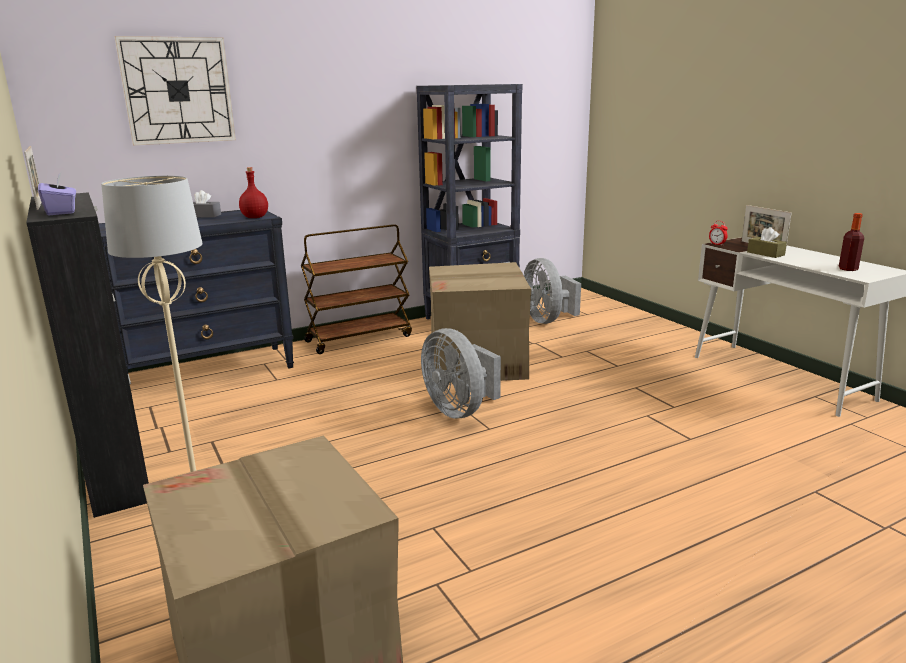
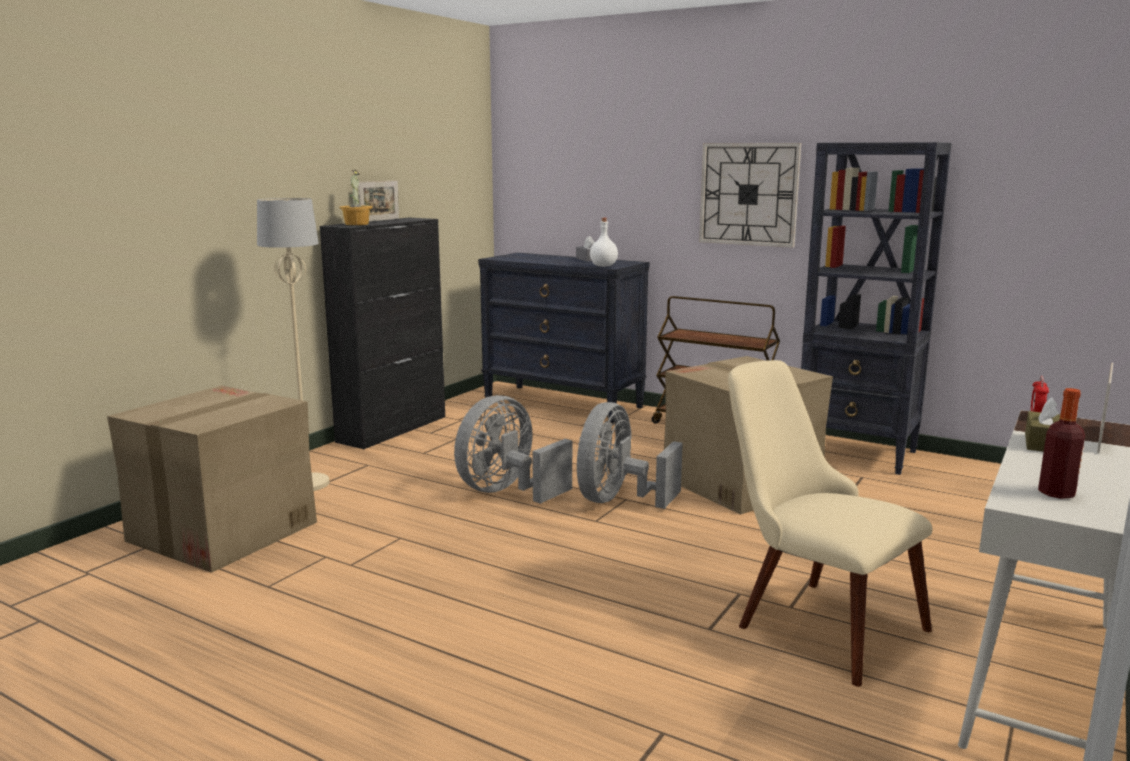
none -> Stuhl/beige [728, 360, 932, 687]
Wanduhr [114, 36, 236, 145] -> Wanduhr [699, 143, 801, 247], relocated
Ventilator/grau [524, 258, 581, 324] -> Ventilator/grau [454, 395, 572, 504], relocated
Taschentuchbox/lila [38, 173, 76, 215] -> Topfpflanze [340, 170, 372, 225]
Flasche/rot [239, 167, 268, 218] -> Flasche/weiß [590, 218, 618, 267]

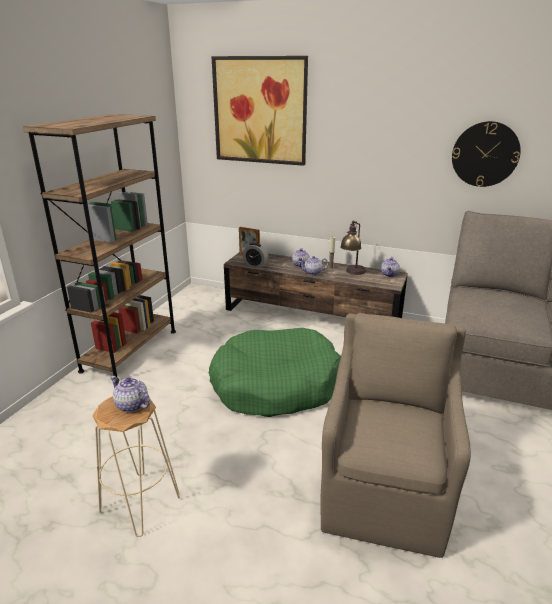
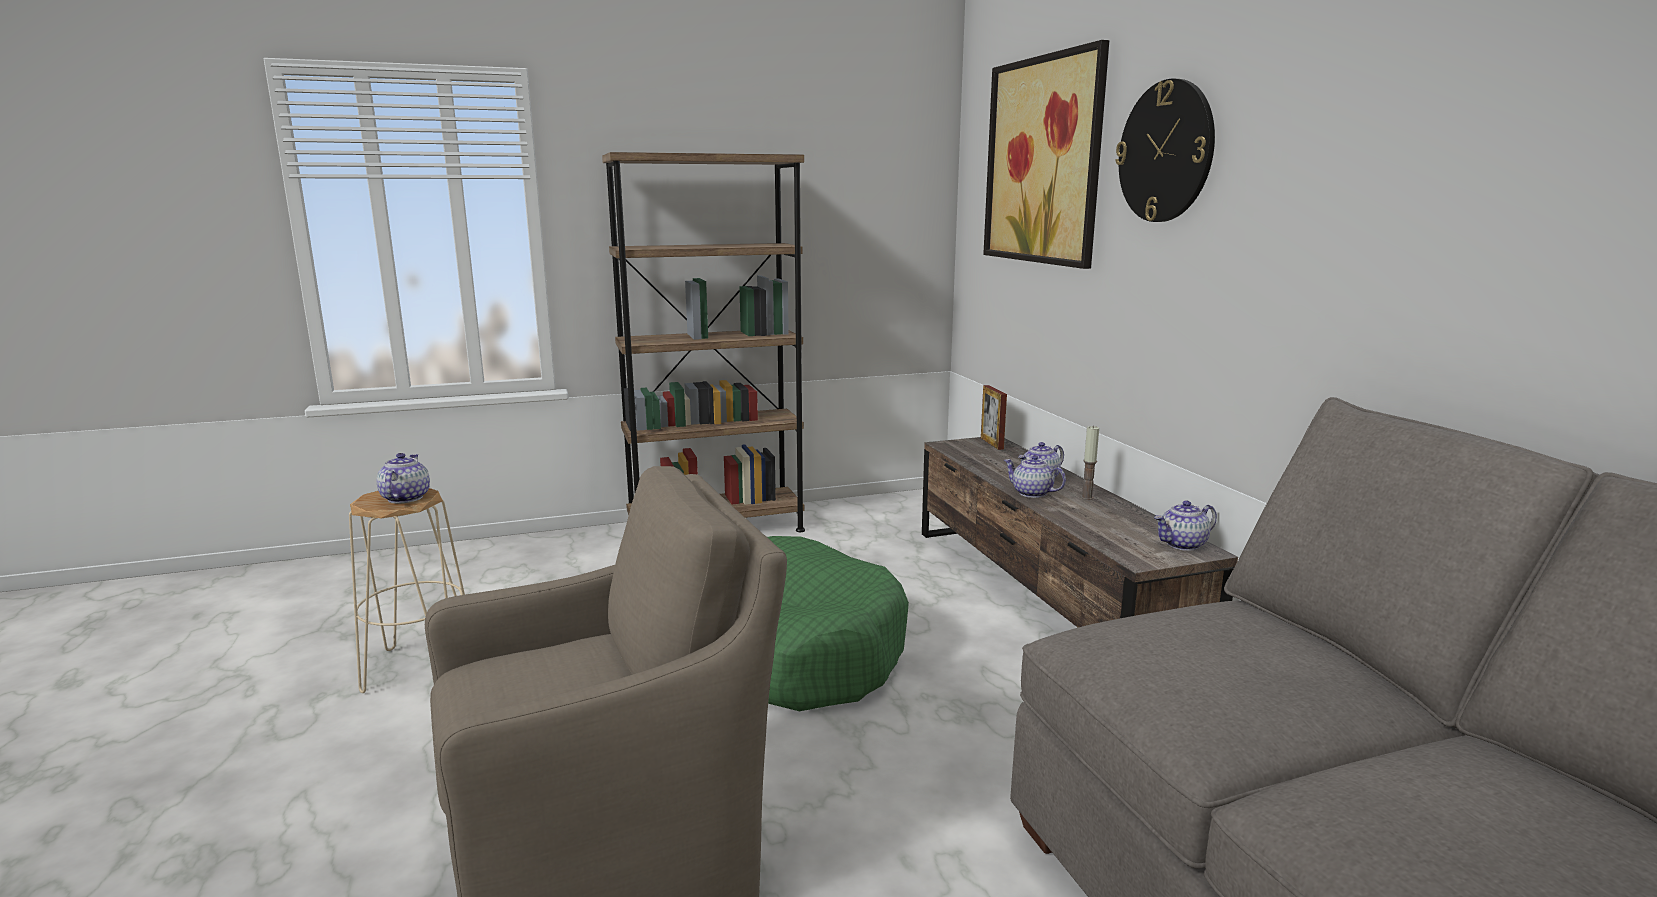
Wecker [243, 243, 268, 268] -> none
Tischlampe [340, 220, 366, 275] -> none
Wanduhr [452, 121, 521, 187] -> Wanduhr [1115, 79, 1215, 222], relocated

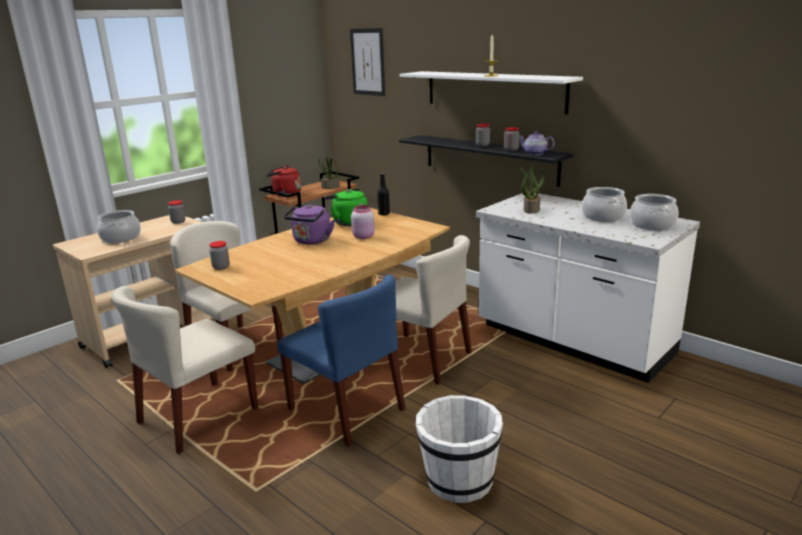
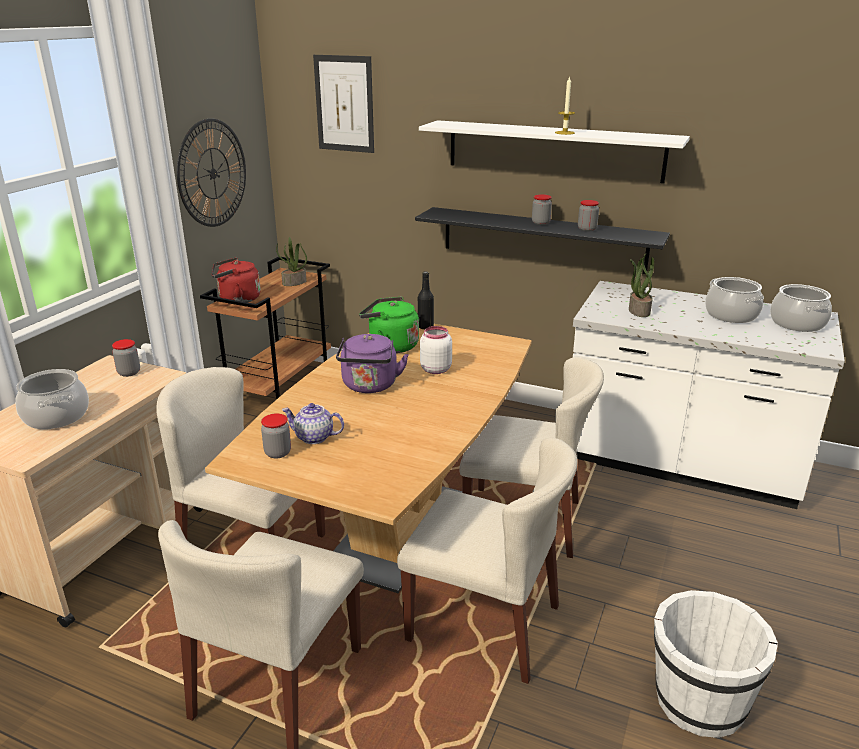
none -> Wanduhr [177, 118, 246, 227]
Teekanne [518, 131, 555, 155] -> Teekanne [282, 403, 344, 444], relocated
Stuhl/blau [277, 274, 405, 447] -> Stuhl/beige [397, 438, 577, 684]
Vorratsglas/rosa [351, 205, 375, 239] -> Vorratsglas/weiß [420, 326, 452, 374]

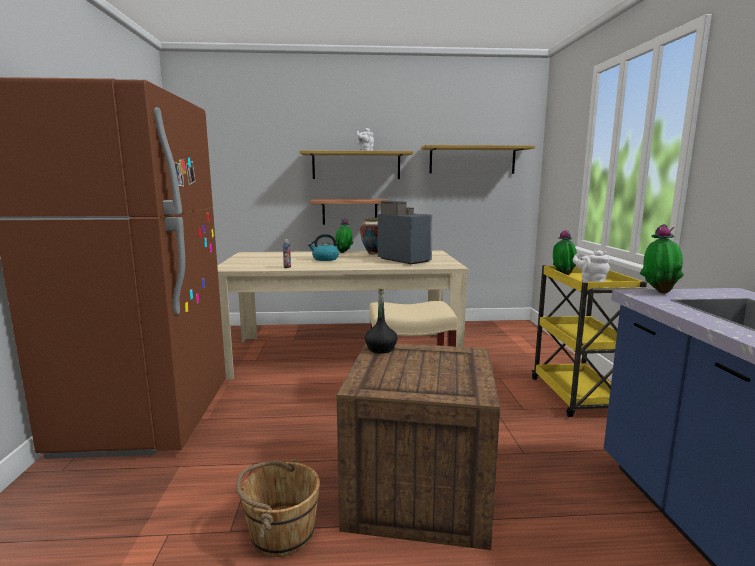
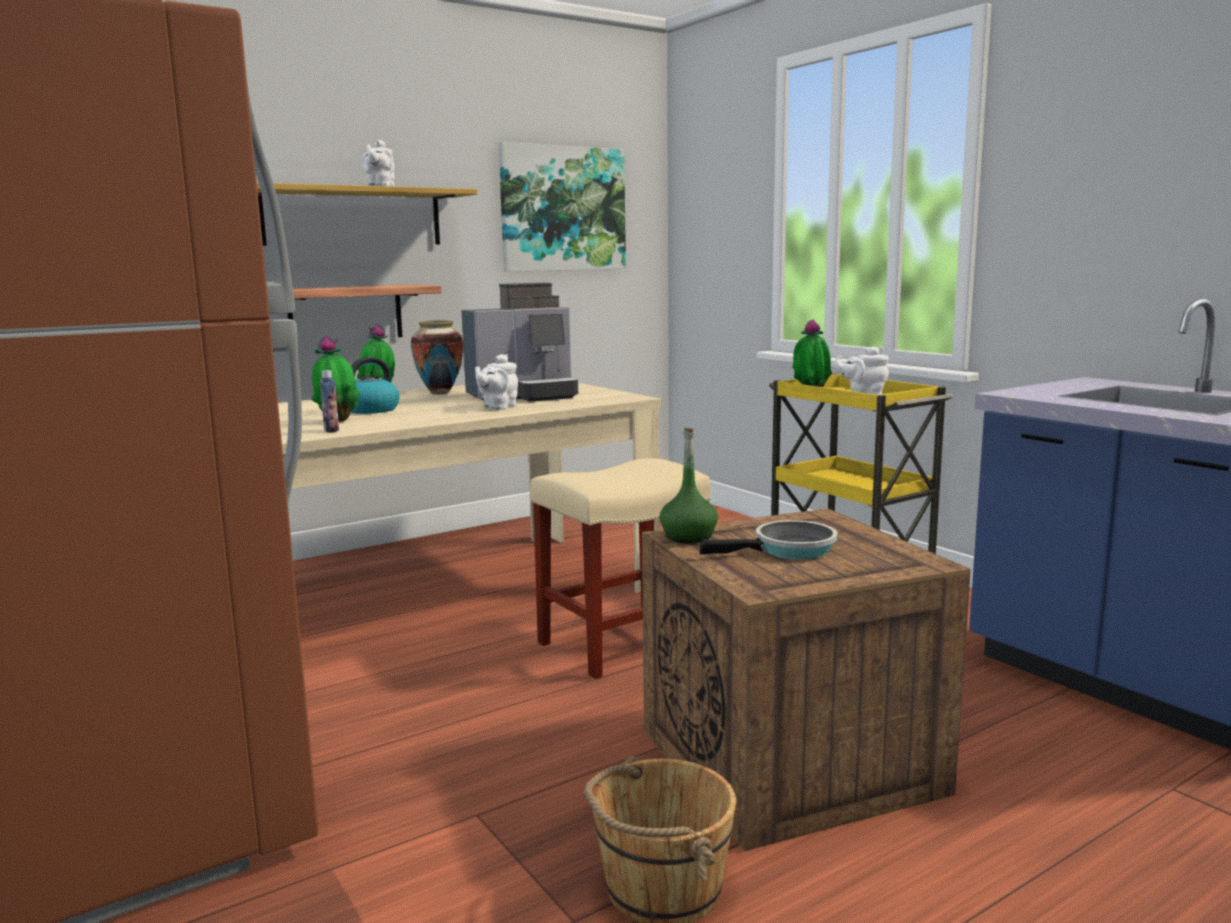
none -> Teekanne/weiß [475, 354, 518, 410]
none -> Pfanne [700, 520, 838, 559]
Topfpflanze [640, 224, 684, 294] -> Topfpflanze [311, 336, 360, 422], relocated
Wandregal [420, 145, 535, 174] -> Bild [499, 142, 626, 272]
Flasche/schwarz [365, 288, 398, 354] -> Flasche/grün [659, 428, 718, 543]
Kaffeemaschine [378, 201, 433, 264] -> Kaffeemaschine [462, 283, 578, 402], 135 degrees clockwise

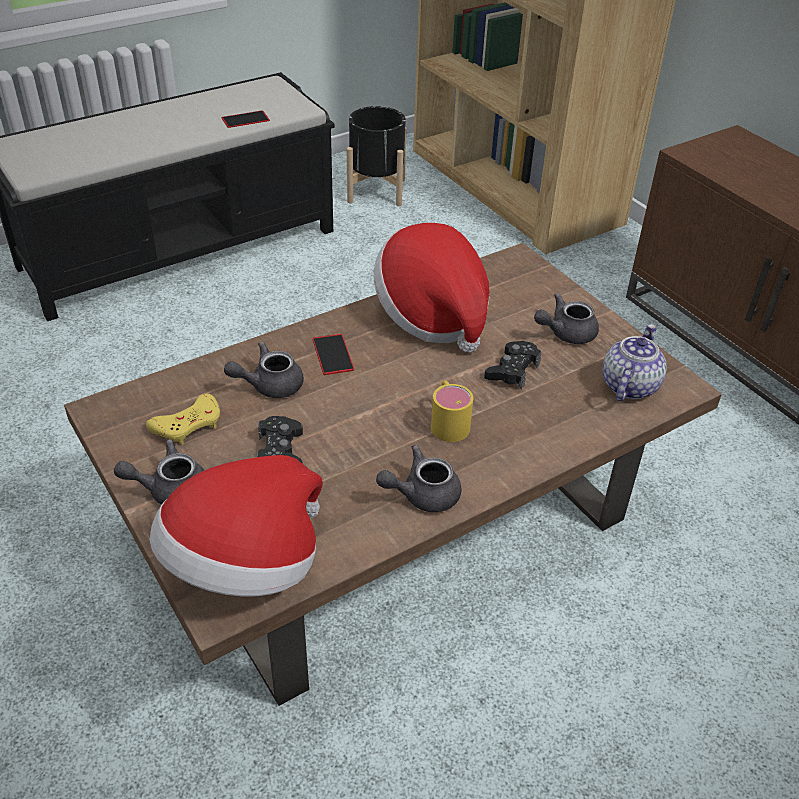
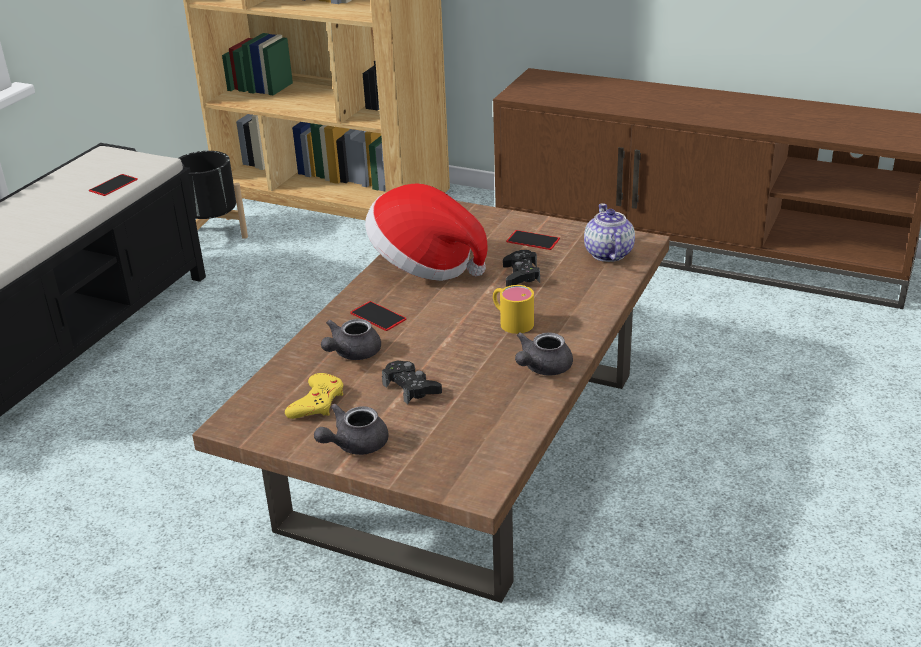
Hut [150, 455, 323, 597] -> none
Teekanne/grau [534, 293, 599, 344] -> Handy [506, 230, 560, 250]

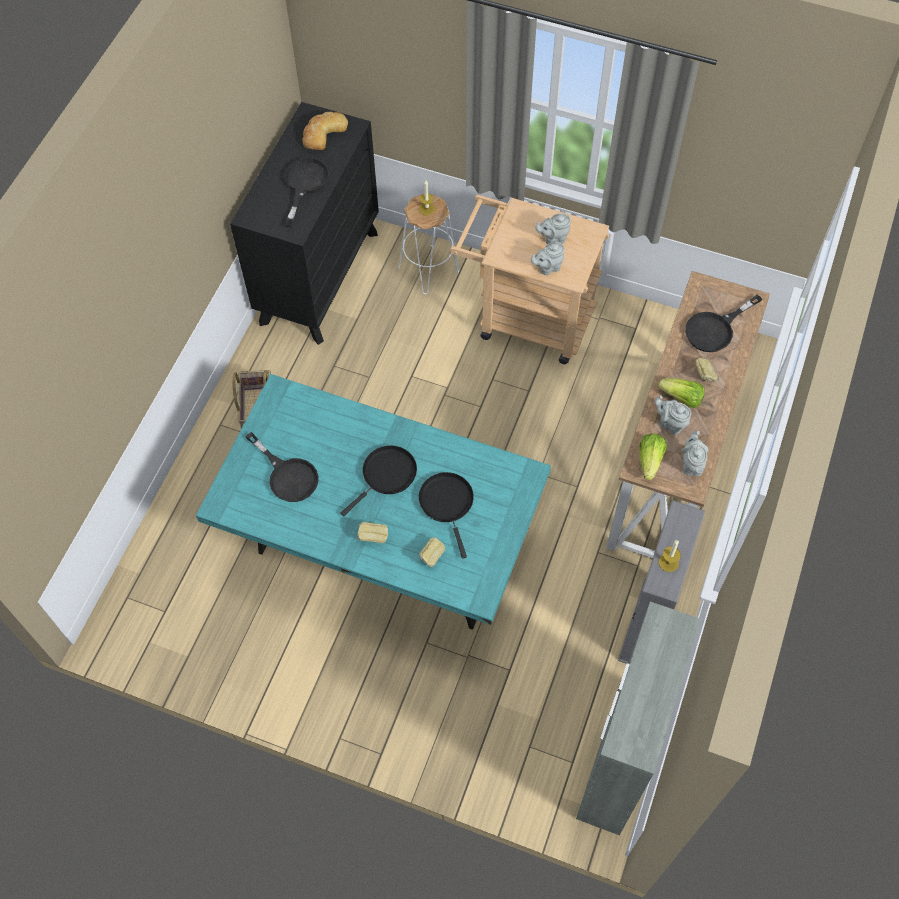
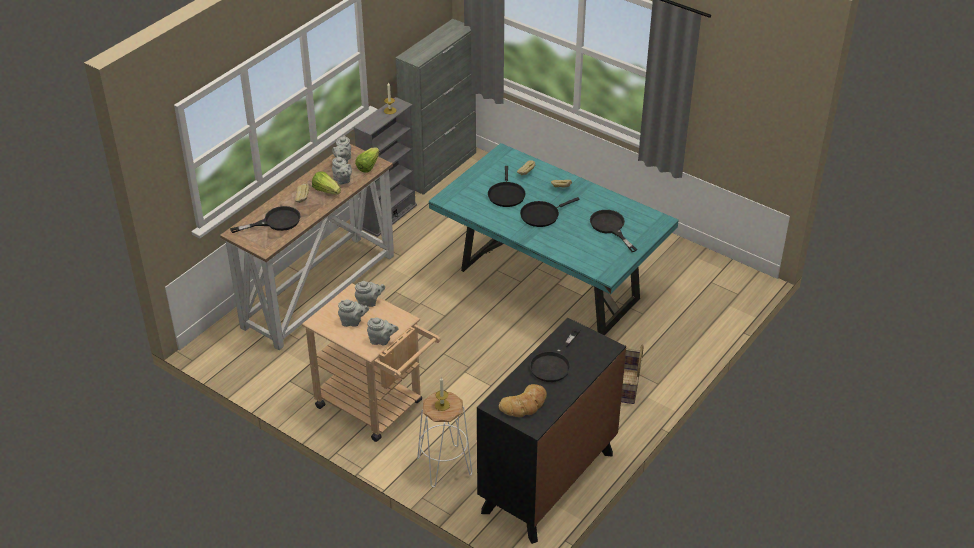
none -> Teekanne/grau [367, 317, 399, 345]

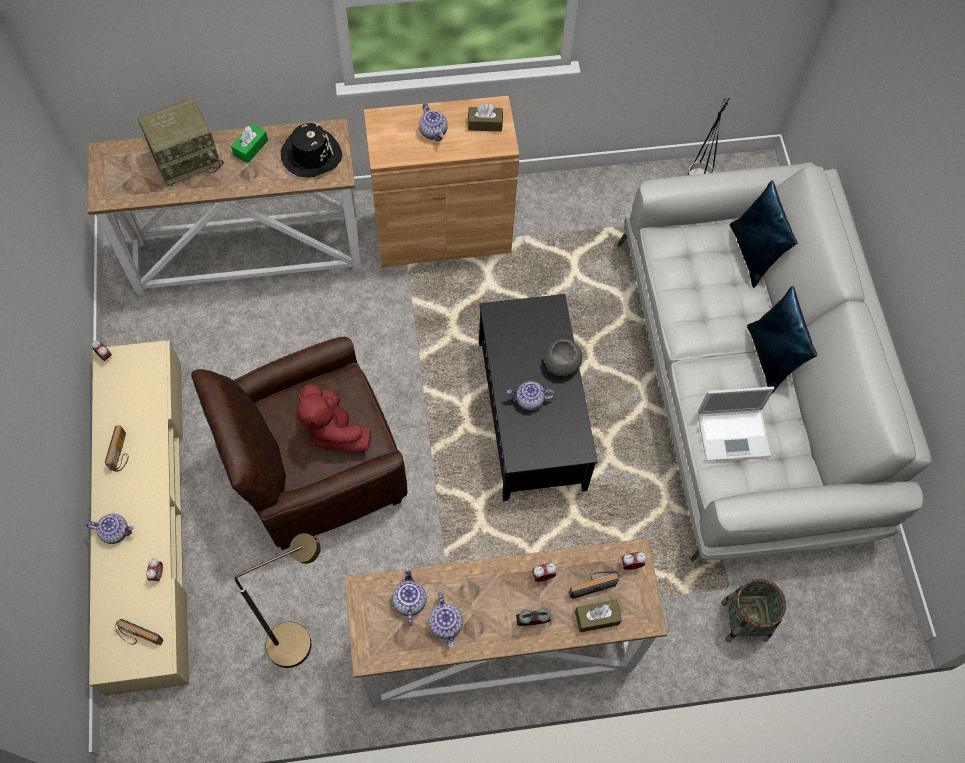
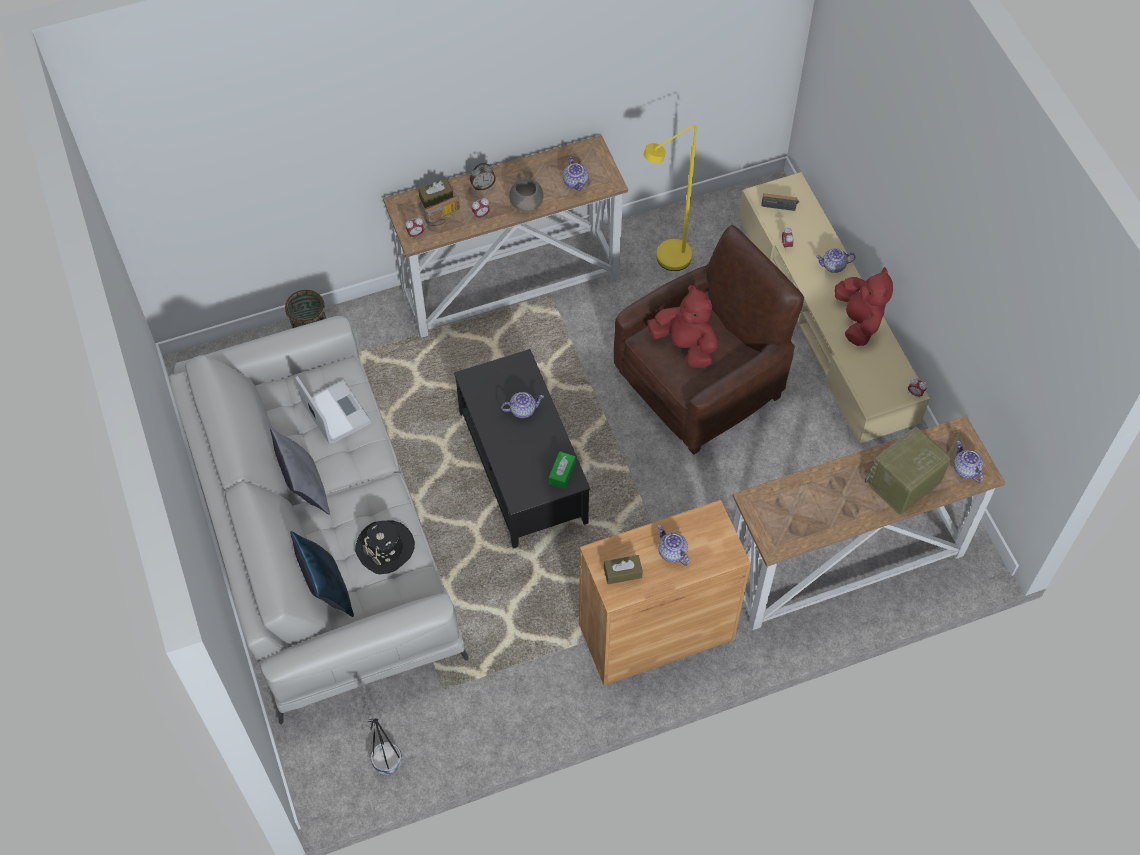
Taschentuchbox/grün [231, 124, 268, 163] -> Taschentuchbox/grün [549, 452, 575, 489], relocated
Hut/schwarz [281, 123, 342, 178] -> Hut/schwarz [355, 520, 415, 574], relocated
Teekanne [428, 592, 463, 647] -> Teekanne [954, 441, 983, 483], relocated
Schüssel/grau [545, 339, 582, 376] -> Schüssel/grau [509, 178, 543, 212], relocated
Radio [105, 425, 129, 472] -> Plüschtier/rot [834, 267, 893, 346]
Stehlampe/braun [234, 533, 321, 668] -> Stehlampe/gelb [644, 125, 696, 271]
Kissen/blau [747, 286, 817, 395] -> Kissen/grau [270, 428, 330, 515]
Laptop [698, 386, 775, 461] -> Laptop [295, 376, 372, 444], 75 degrees clockwise

